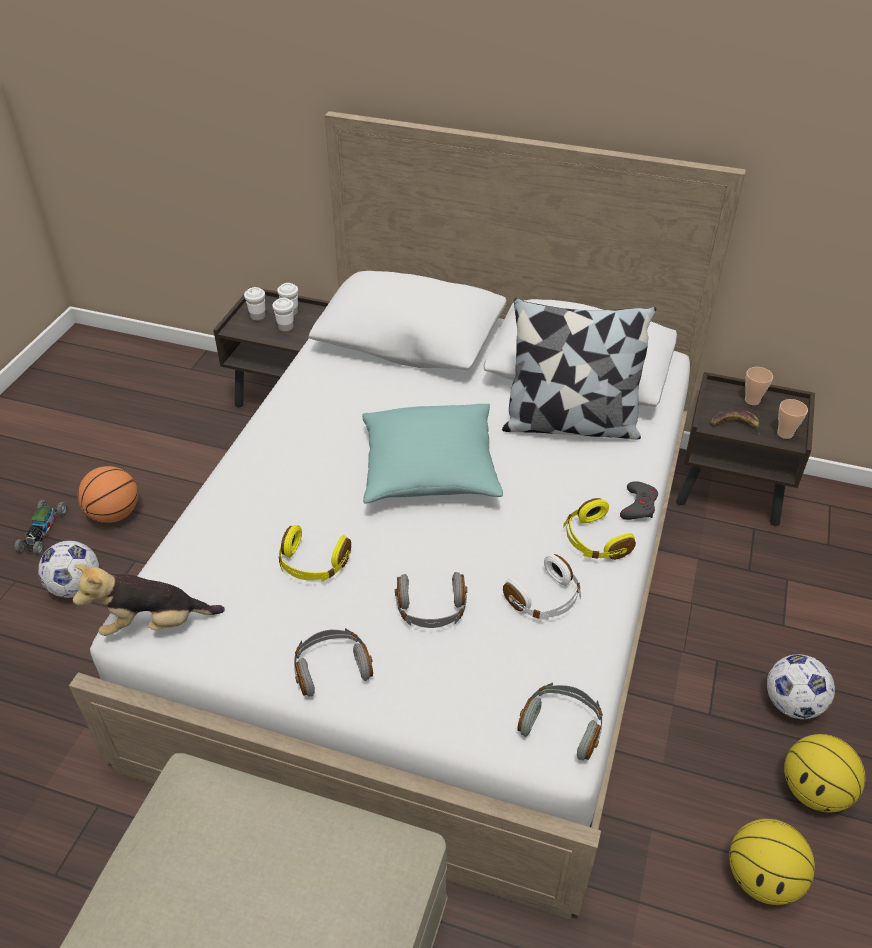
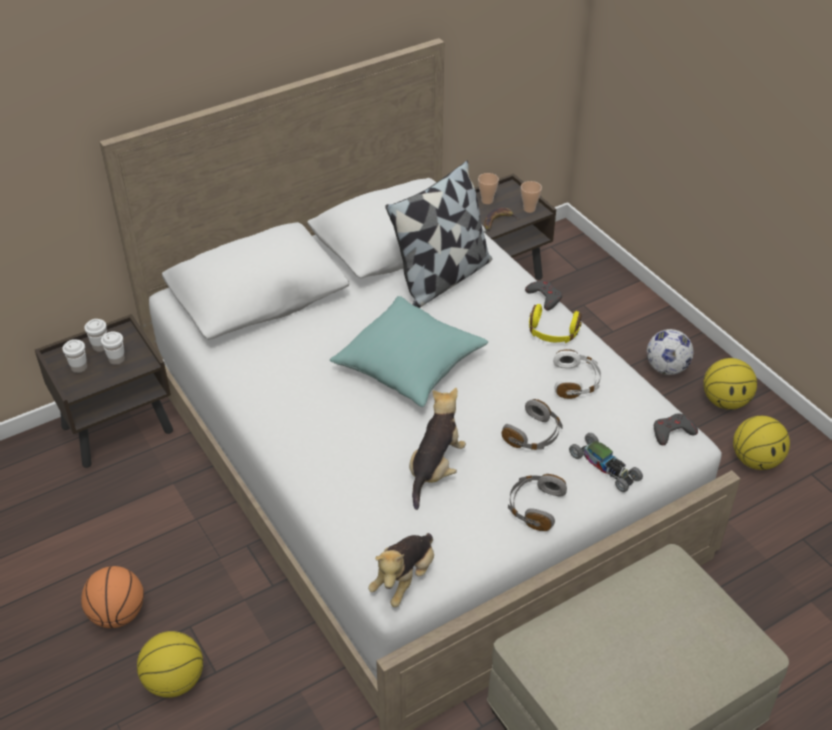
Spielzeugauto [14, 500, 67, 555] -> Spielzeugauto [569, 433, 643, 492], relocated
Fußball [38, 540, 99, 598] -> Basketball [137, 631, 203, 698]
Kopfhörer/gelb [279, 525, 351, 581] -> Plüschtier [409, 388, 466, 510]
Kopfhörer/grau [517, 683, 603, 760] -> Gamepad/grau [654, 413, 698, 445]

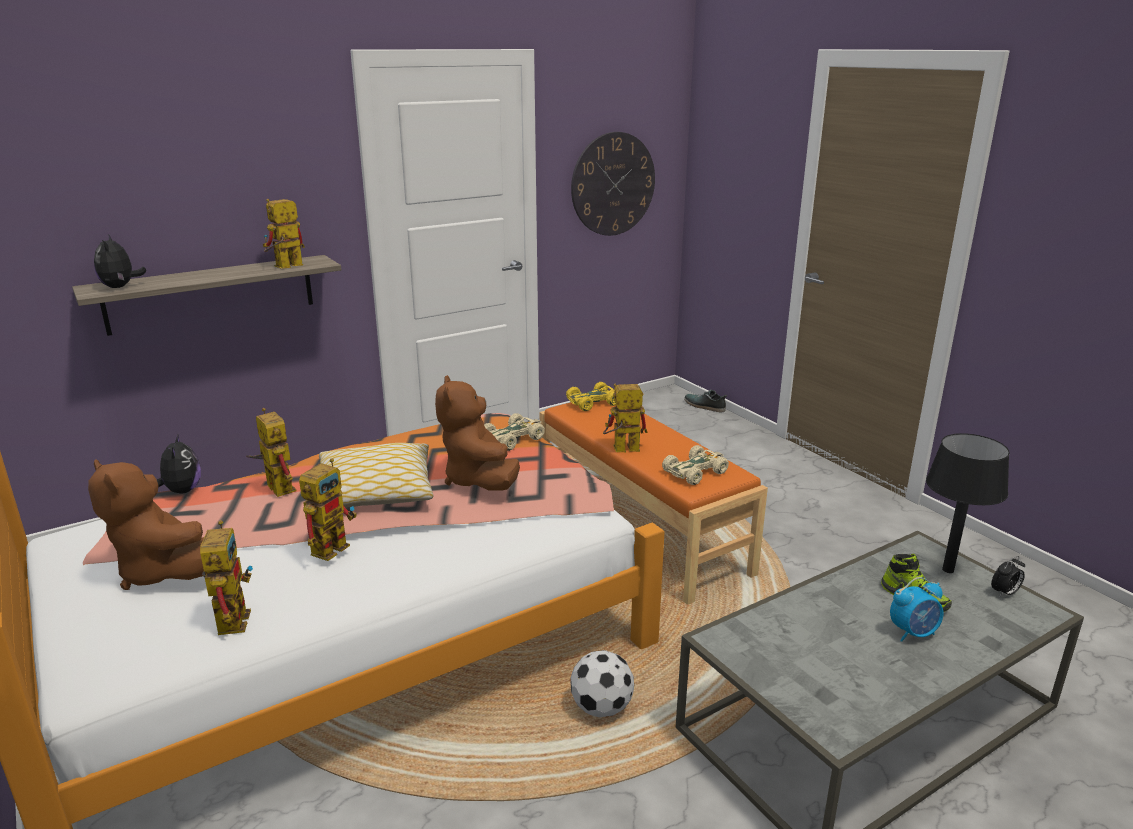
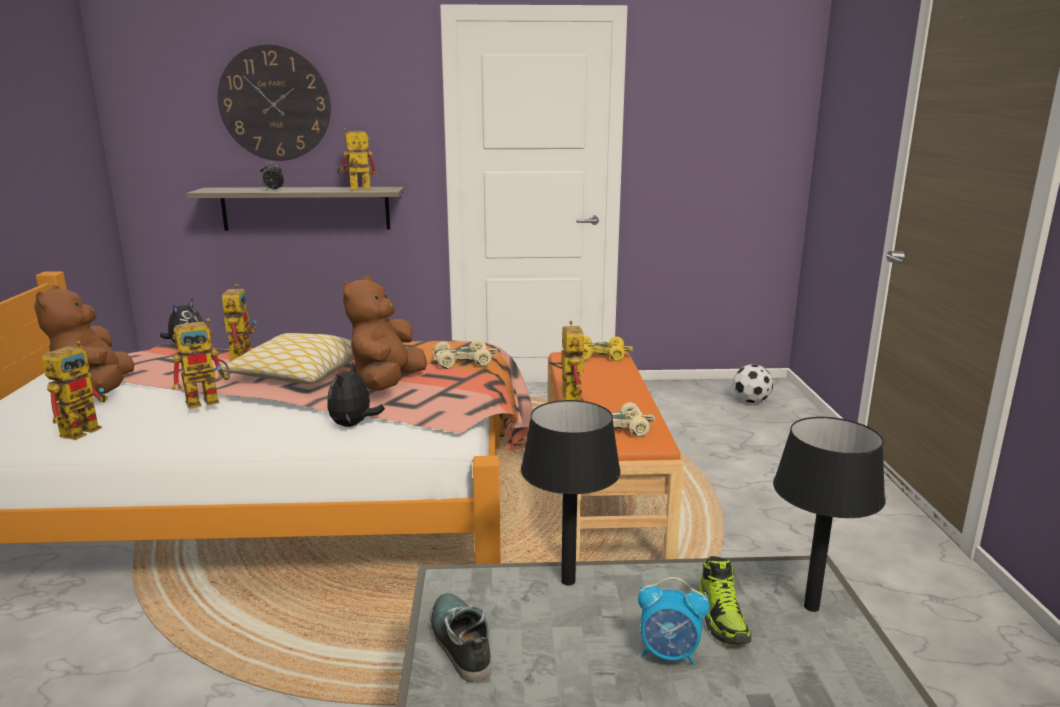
none -> Tischlampe/schwarz [521, 400, 621, 586]
Plüschtier [94, 234, 146, 288] -> Plüschtier [327, 361, 385, 427], relocated
Wanduhr [571, 132, 655, 236] -> Wanduhr [217, 44, 331, 161], relocated
Fußball [571, 650, 634, 717] -> Fußball [733, 364, 773, 403], relocated
Schuh [684, 390, 727, 412] -> Schuh [431, 593, 491, 682], relocated
Wecker [991, 556, 1025, 598] -> Wecker [260, 162, 284, 191], relocated
Spielzeugroboter [603, 383, 647, 452] -> Spielzeugroboter [549, 321, 585, 401], 60 degrees clockwise

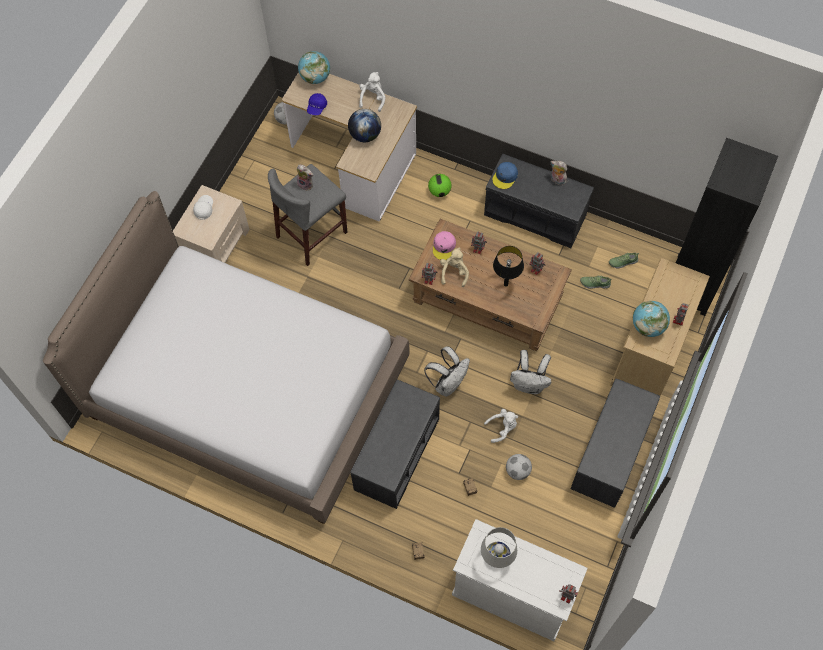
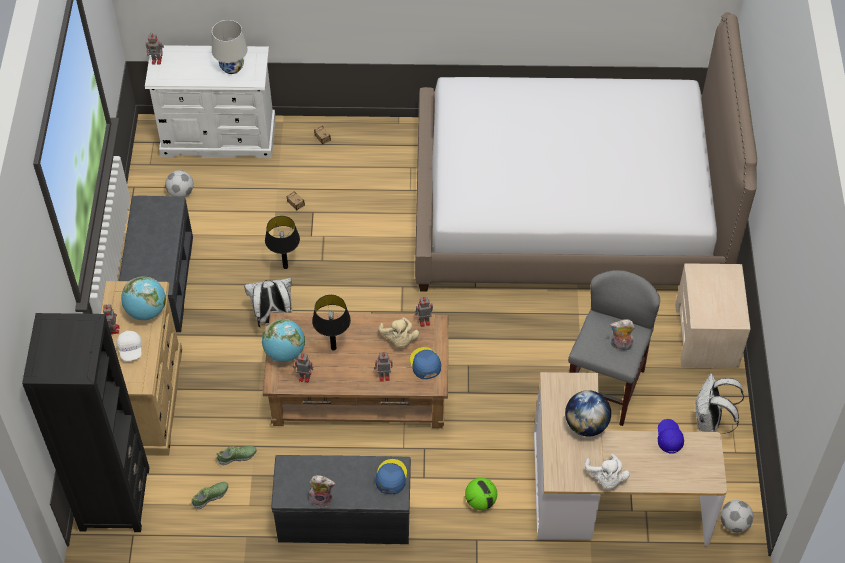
Bank/grau [350, 380, 440, 509] -> none
Kappe/weiß [193, 195, 213, 220] -> Kappe/weiß [116, 331, 142, 361], relocated
Globus [298, 51, 330, 84] -> Globus [262, 319, 305, 362], relocated
Rucksack/weiß [424, 347, 470, 397] -> Rucksack/weiß [695, 373, 744, 433], relocated
Fußball [506, 454, 532, 480] -> Fußball [165, 170, 194, 197], relocated
Plüschtier/weiß [484, 409, 518, 443] -> Tischlampe/schwarz [265, 216, 300, 269]
Kappe/rosa [433, 231, 456, 260] -> Kappe/blau [410, 347, 441, 379]

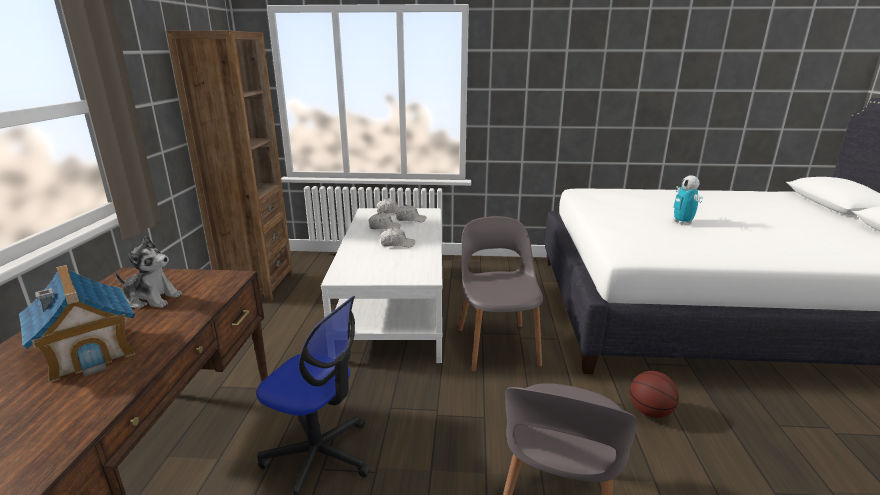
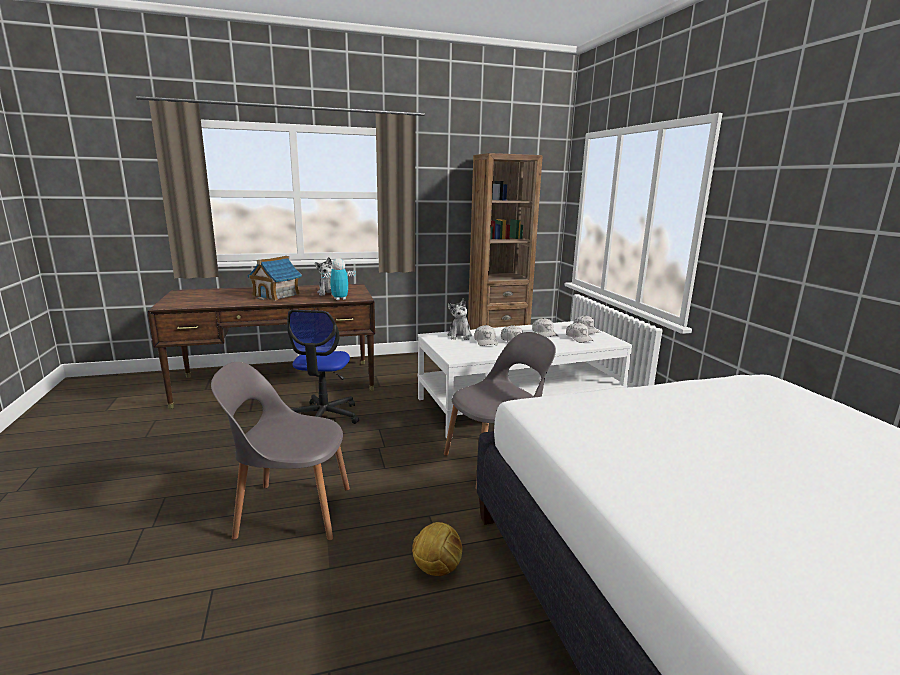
none -> Plüschtier [448, 298, 472, 340]
none -> Kappe/weiß [474, 325, 498, 346]
Spielzeugroboter [673, 175, 703, 225] -> Spielzeugroboter [321, 258, 356, 300], relocated
Basketball [630, 371, 679, 418] -> Fußball [412, 522, 462, 576]

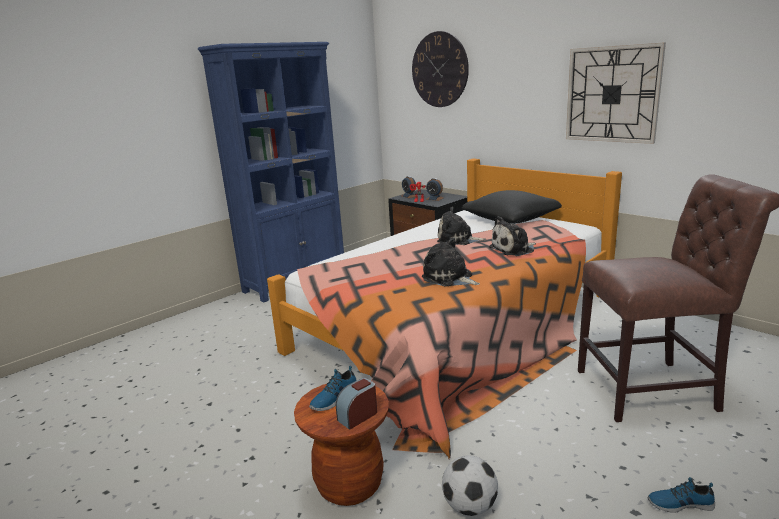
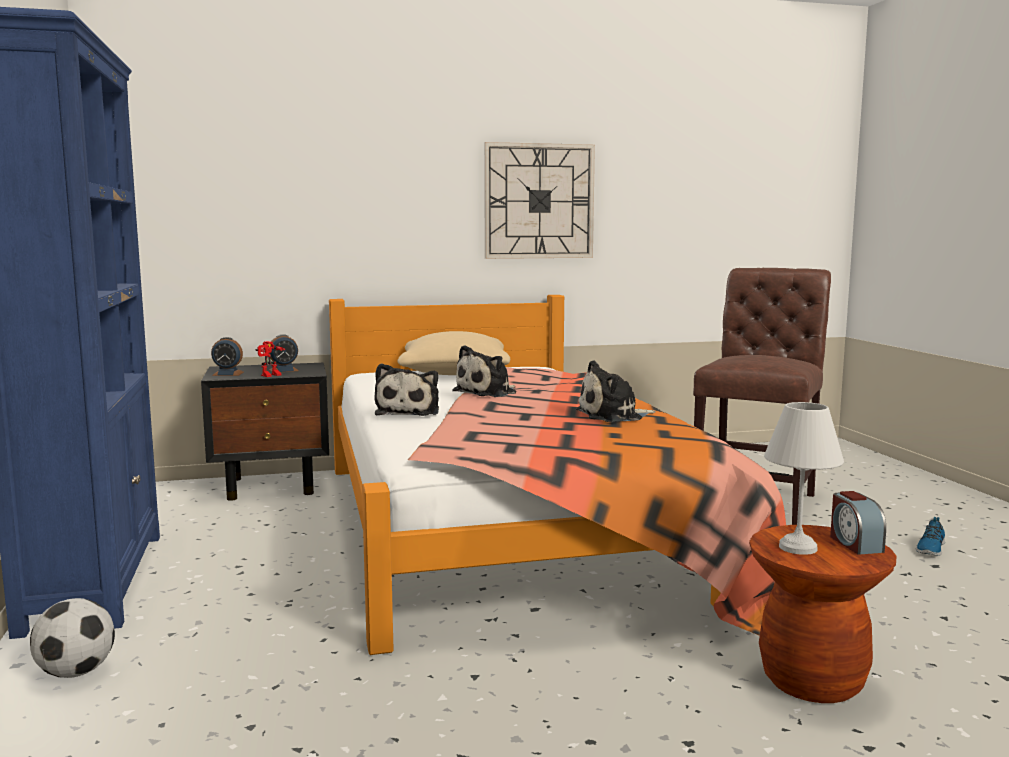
Wanduhr [412, 31, 469, 107] -> none
Fußball [442, 455, 498, 516] -> Fußball [30, 598, 115, 678], relocated
Plüschtier [489, 216, 536, 256] -> Plüschtier [375, 363, 439, 416], relocated
Schuh [309, 366, 357, 411] -> Tischlampe/weiß [764, 402, 844, 555]
Kissen/schwarz [462, 190, 562, 224] -> Kissen/beige [398, 331, 510, 375]

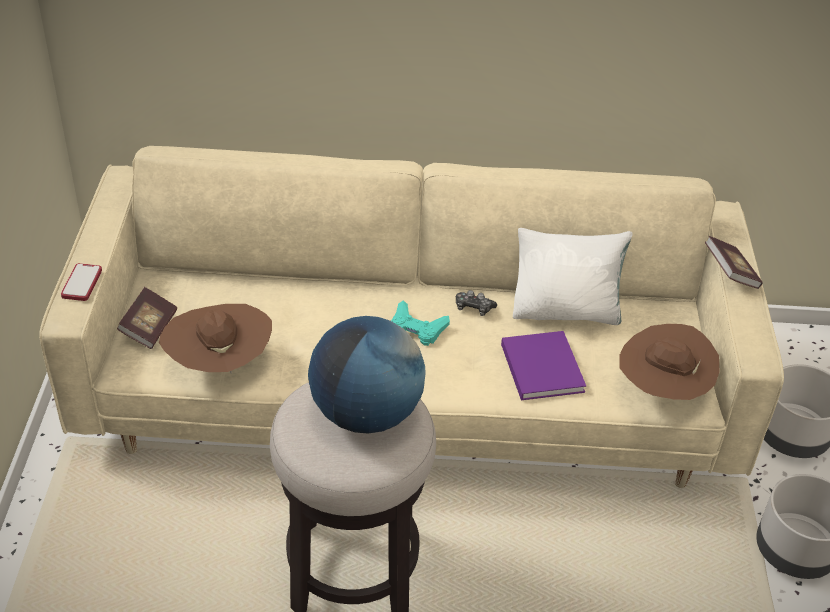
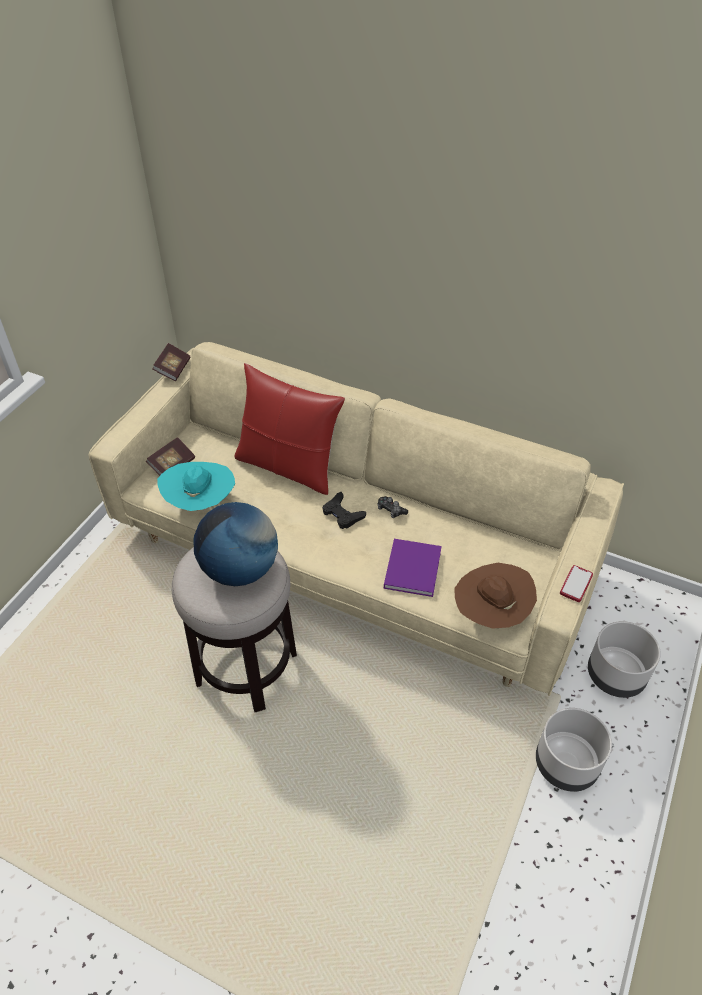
Kissen/weiß [513, 228, 633, 325] -> none
none -> Kissen/rot [234, 363, 345, 495]
Handy [61, 263, 102, 301] -> Handy [560, 565, 593, 602], relocated
Buch [705, 236, 763, 289] -> Buch [152, 343, 190, 381], relocated
Hut/braun [159, 304, 272, 373] -> Hut/türkis [157, 462, 235, 511]
Gamepad/türkis [391, 300, 450, 346] -> Gamepad/schwarz [322, 492, 366, 529]

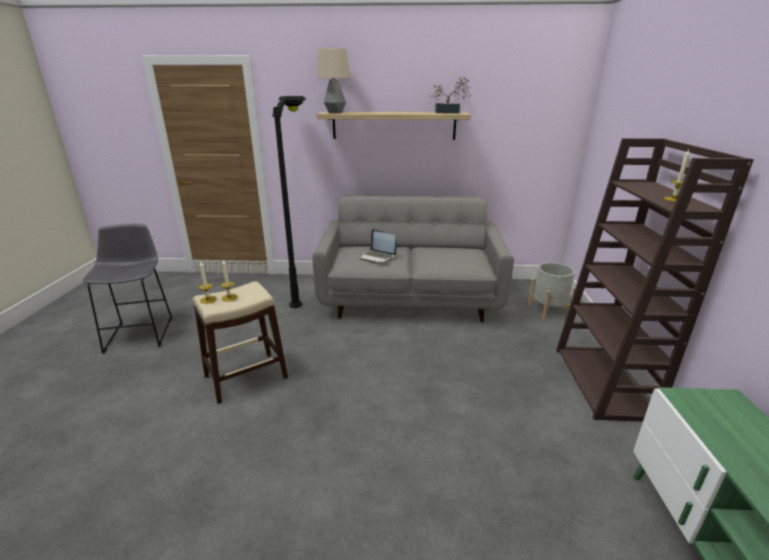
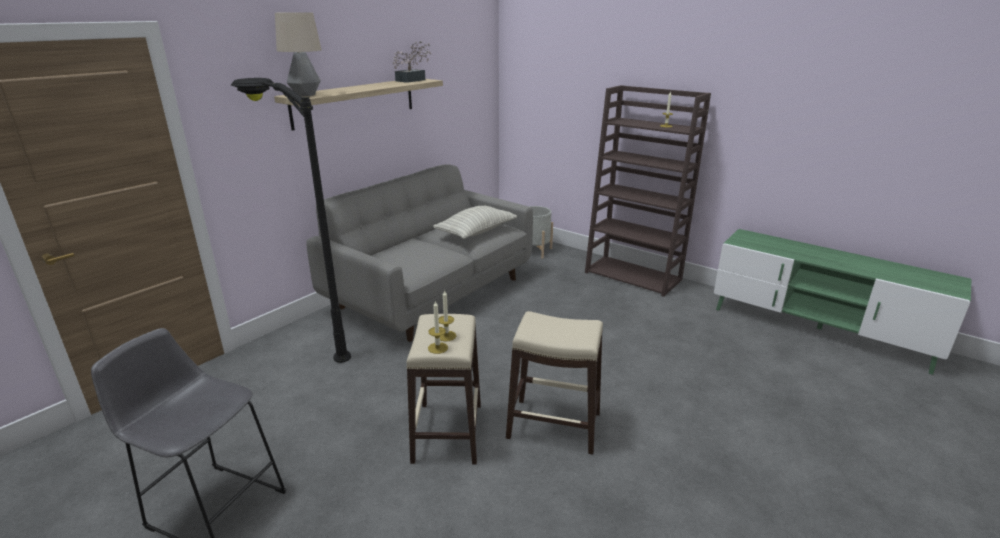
Laptop [360, 229, 397, 263] -> none
none -> Kissen [433, 206, 517, 239]
none -> Hocker/beige [506, 311, 603, 455]

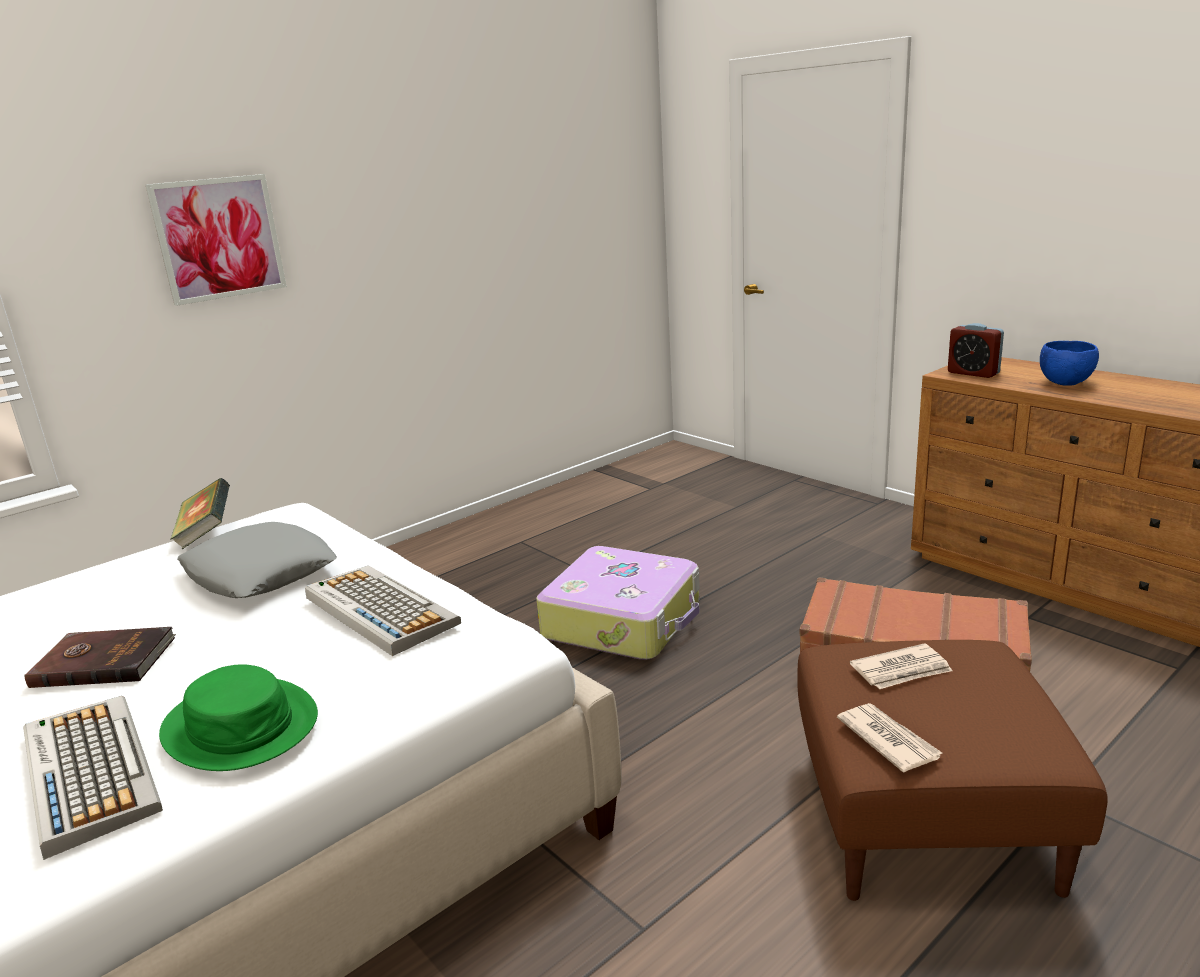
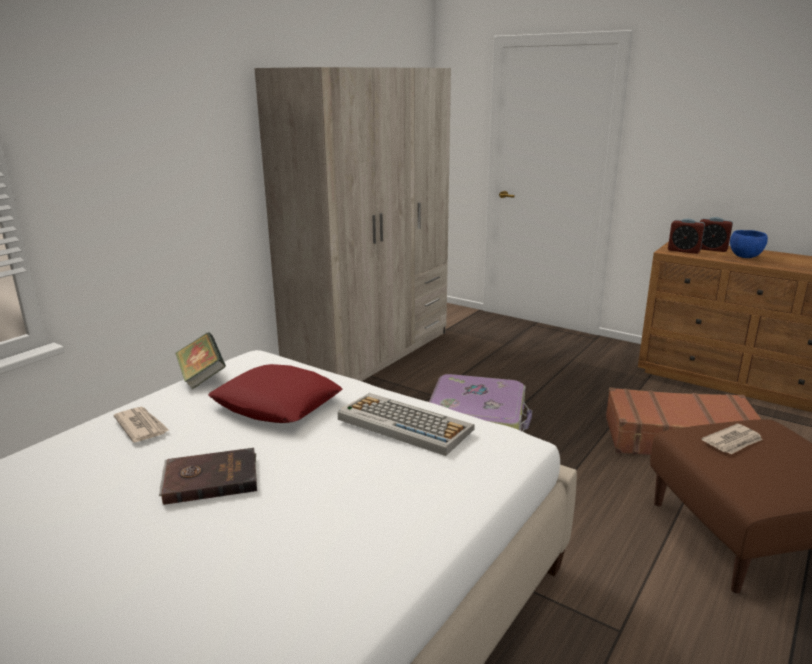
Tastatur [23, 696, 163, 860] -> none
Bild [146, 174, 287, 306] -> none
Hut/grün [159, 664, 318, 771] -> none
none -> Kleiderschrank/beige [254, 67, 451, 381]
none -> Wecker [700, 217, 733, 252]
Zeitung [837, 703, 942, 772] -> Zeitung [114, 407, 170, 443], relocated
Kissen/grau [177, 522, 337, 598] -> Kissen/rot [208, 364, 342, 423]

